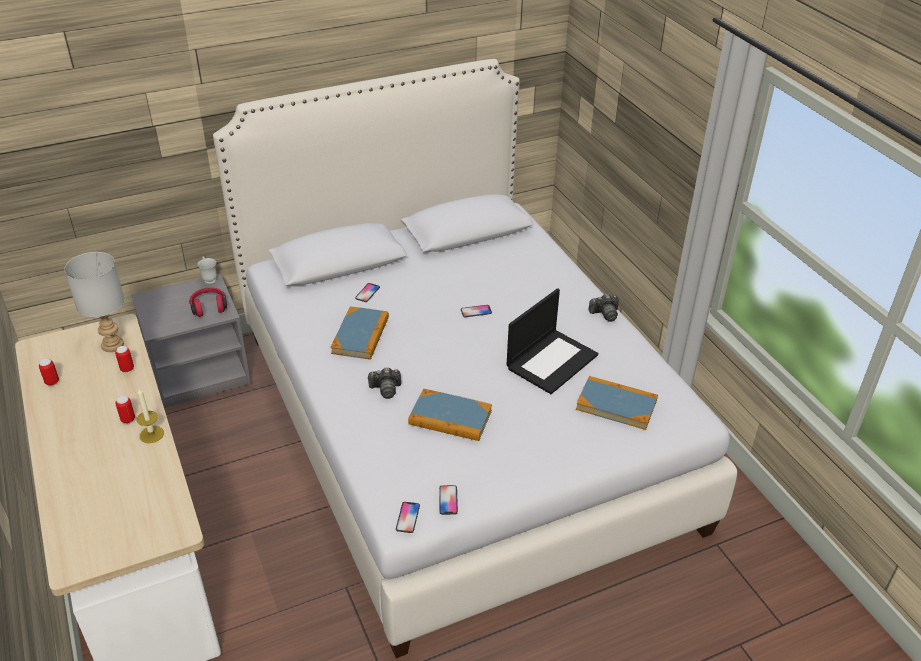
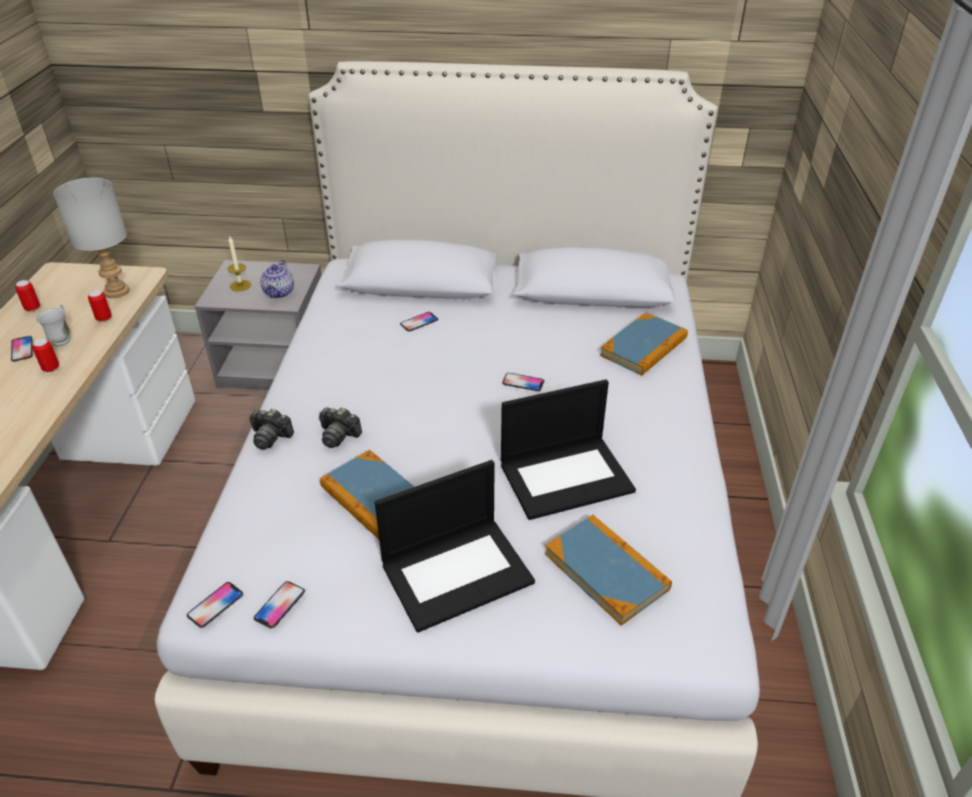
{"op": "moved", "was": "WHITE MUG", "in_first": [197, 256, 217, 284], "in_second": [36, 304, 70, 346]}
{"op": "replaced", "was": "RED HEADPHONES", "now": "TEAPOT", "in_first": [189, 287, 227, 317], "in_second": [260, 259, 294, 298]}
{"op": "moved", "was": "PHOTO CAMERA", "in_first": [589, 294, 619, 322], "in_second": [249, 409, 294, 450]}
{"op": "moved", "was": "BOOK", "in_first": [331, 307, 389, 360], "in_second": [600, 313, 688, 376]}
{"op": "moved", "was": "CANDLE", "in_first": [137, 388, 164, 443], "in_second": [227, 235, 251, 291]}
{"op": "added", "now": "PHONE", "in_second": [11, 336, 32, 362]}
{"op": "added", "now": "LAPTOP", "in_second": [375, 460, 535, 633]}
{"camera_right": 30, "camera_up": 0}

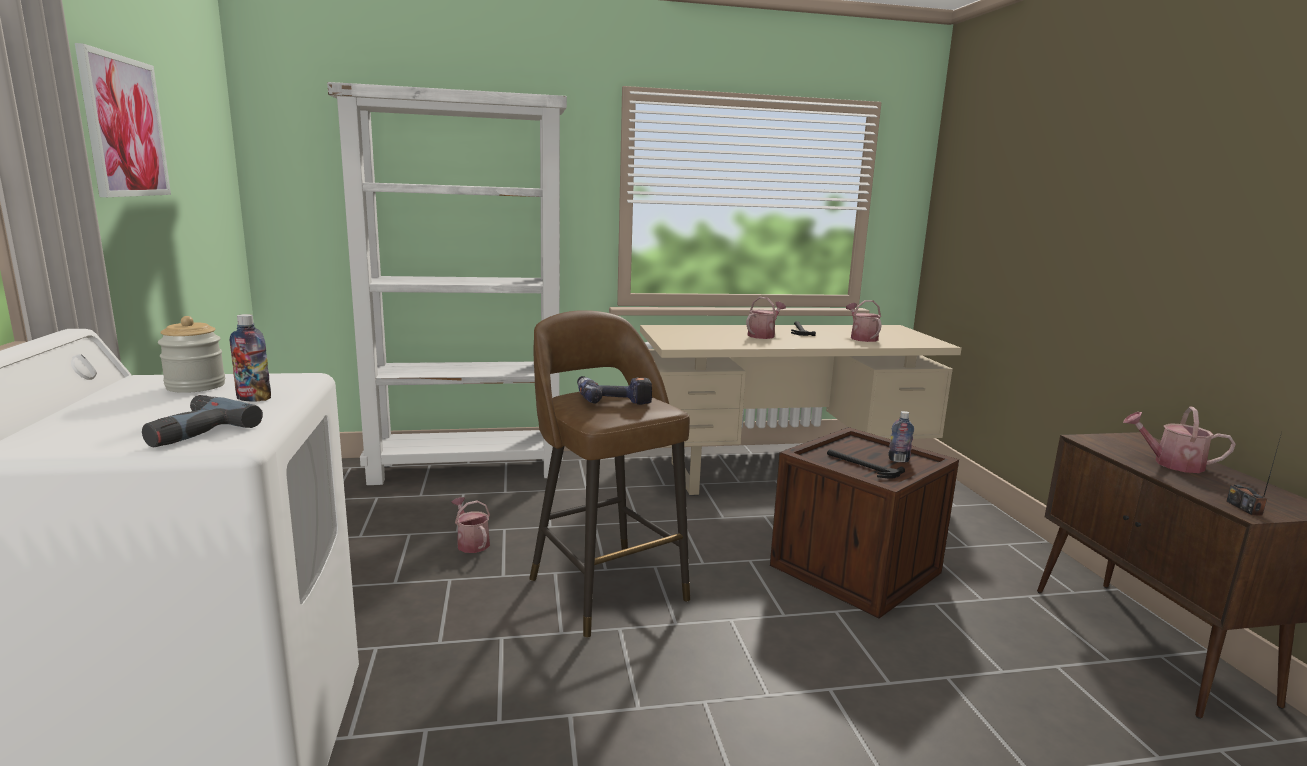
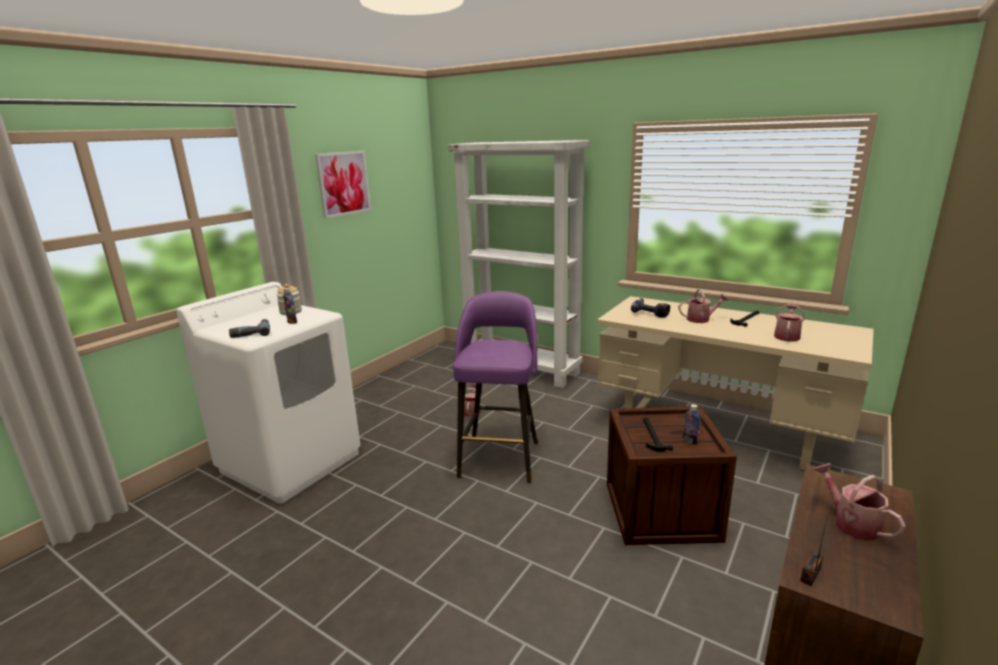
{"op": "recoloured", "was": "BROWN STOOL", "now": "PURPLE STOOL", "in_first": [529, 310, 690, 638], "in_second": [453, 291, 538, 483]}
{"op": "moved", "was": "POWER DRILL", "in_first": [577, 376, 652, 405], "in_second": [631, 298, 670, 318]}
{"camera_right": 45, "camera_up": 5}

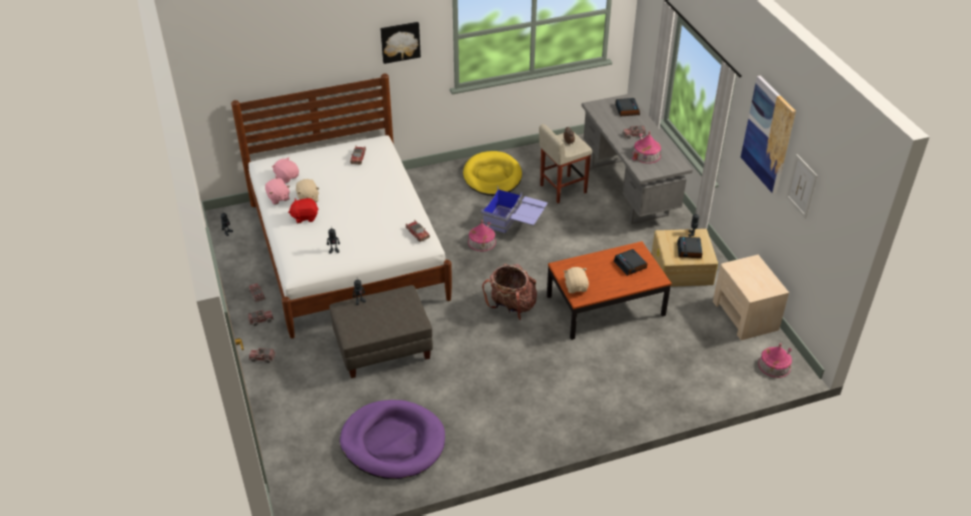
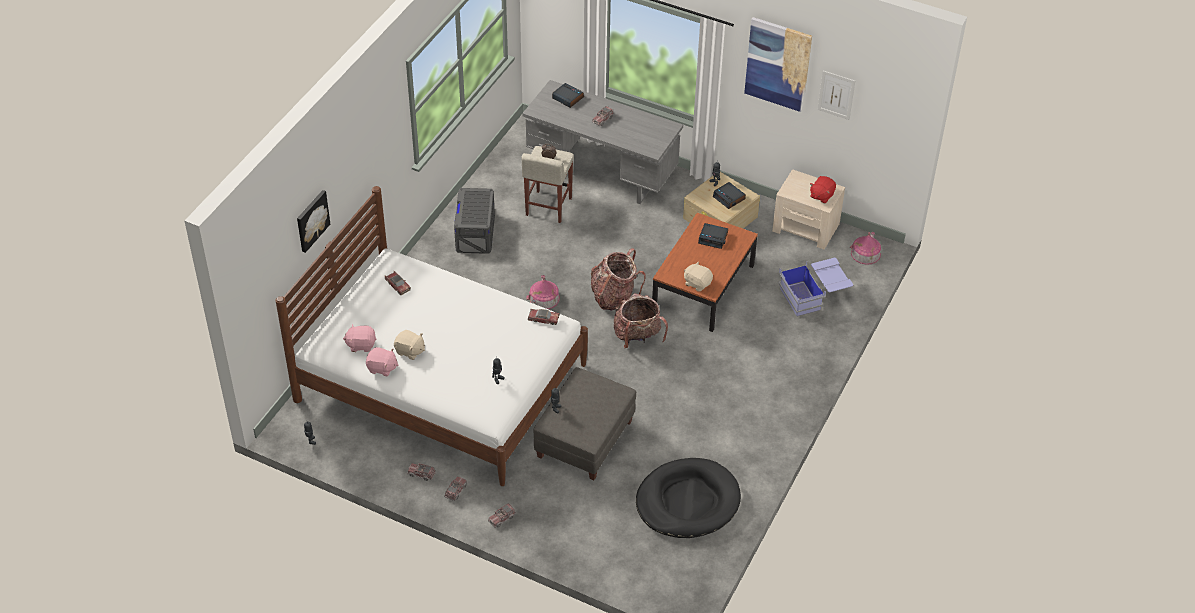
{"op": "moved", "was": "PICTURE", "in_first": [380, 22, 421, 64], "in_second": [297, 190, 330, 253]}
{"op": "removed", "was": "TOY HOUSE", "in_first": [632, 131, 661, 163]}
{"op": "replaced", "was": "YELLOW DOG BED", "now": "GREY STORAGE BOX", "in_first": [463, 151, 522, 196], "in_second": [454, 188, 495, 254]}
{"op": "moved", "was": "BLUE STORAGE BOX", "in_first": [481, 186, 548, 234], "in_second": [779, 258, 853, 317]}
{"op": "moved", "was": "RED PLUSH TOY", "in_first": [288, 198, 319, 223], "in_second": [810, 176, 836, 203]}
{"op": "recoloured", "was": "PURPLE DOG BED", "now": "BLACK DOG BED", "in_first": [340, 400, 445, 479], "in_second": [636, 458, 741, 538]}
{"op": "added", "now": "BACKPACK", "in_second": [591, 248, 646, 311]}
{"camera_right": -45, "camera_up": 5}

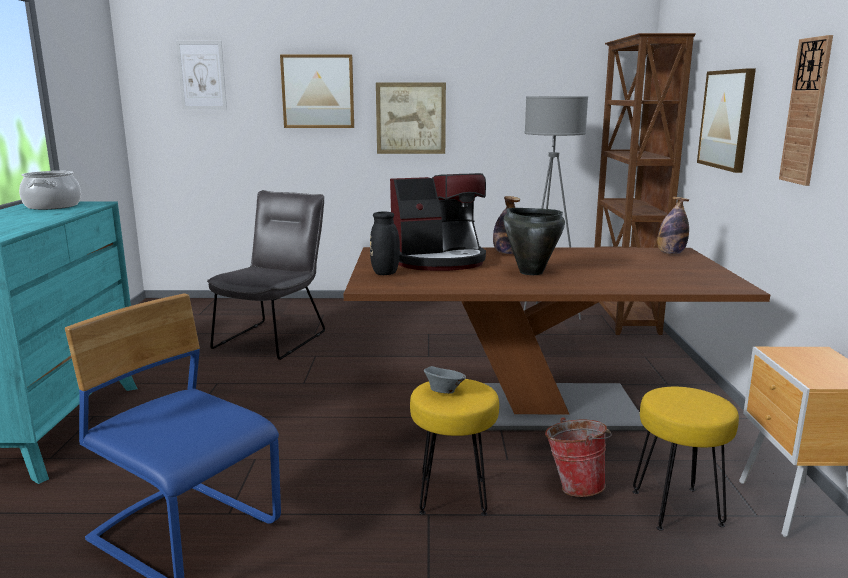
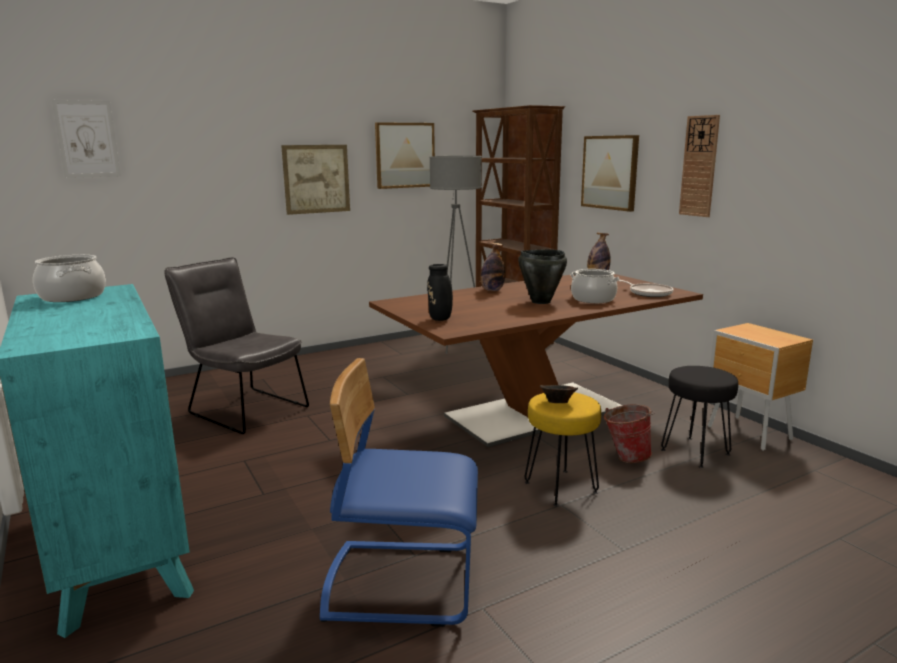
{"op": "moved", "was": "PICTURE", "in_first": [280, 55, 354, 128], "in_second": [375, 122, 435, 189]}
{"op": "removed", "was": "COFFEE MACHINE", "in_first": [390, 173, 486, 271]}
{"op": "turned", "was": "GREY CHAIR", "in_first": [207, 190, 325, 360], "in_second": [164, 257, 309, 434], "clockwise": -45}
{"op": "recoloured", "was": "GREY BOWL", "now": "BROWN BOWL", "in_first": [424, 366, 466, 394], "in_second": [540, 385, 578, 403]}
{"op": "recoloured", "was": "YELLOW STOOL", "now": "BLACK STOOL", "in_first": [633, 387, 739, 531], "in_second": [661, 366, 738, 468]}
{"op": "added", "now": "COOKING POT", "in_second": [571, 269, 620, 303]}
{"op": "added", "now": "FRYING PAN", "in_second": [618, 280, 673, 297]}
{"camera_right": -30, "camera_up": 0}

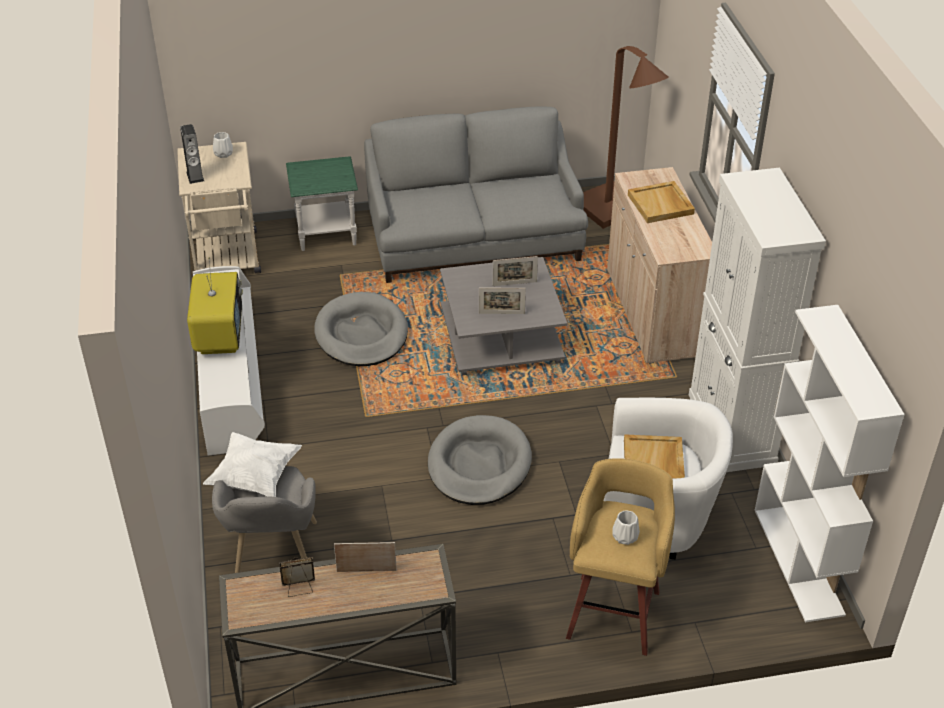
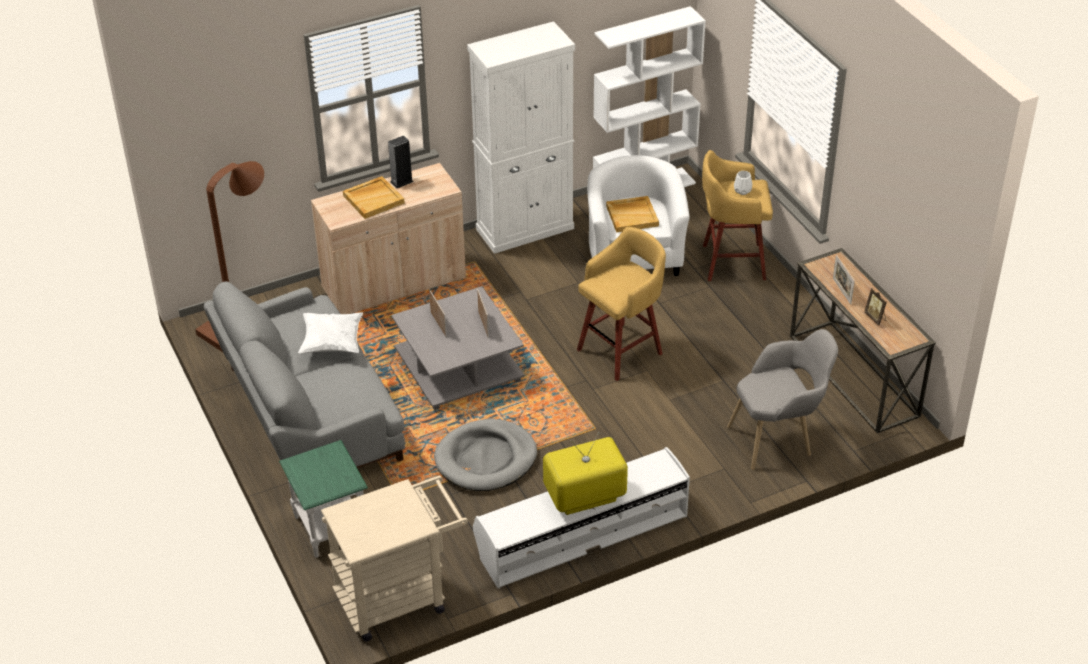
{"op": "moved", "was": "SPEAKER", "in_first": [180, 124, 204, 184], "in_second": [388, 136, 413, 189]}
{"op": "removed", "was": "WHITE VASE", "in_first": [213, 132, 233, 158]}
{"op": "replaced", "was": "GREY DOG BED", "now": "YELLOW STOOL", "in_first": [428, 415, 532, 505], "in_second": [577, 227, 666, 381]}
{"op": "moved", "was": "WHITE PILLOW", "in_first": [203, 432, 302, 497], "in_second": [298, 312, 363, 353]}
{"camera_right": -105, "camera_up": 0}

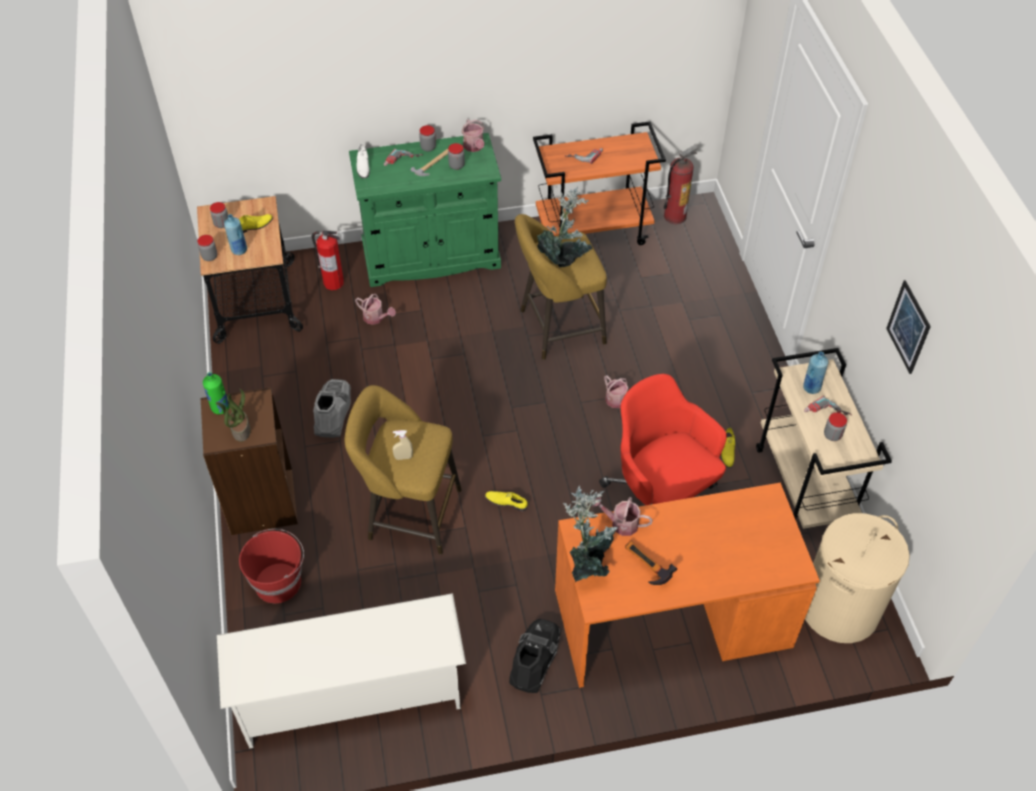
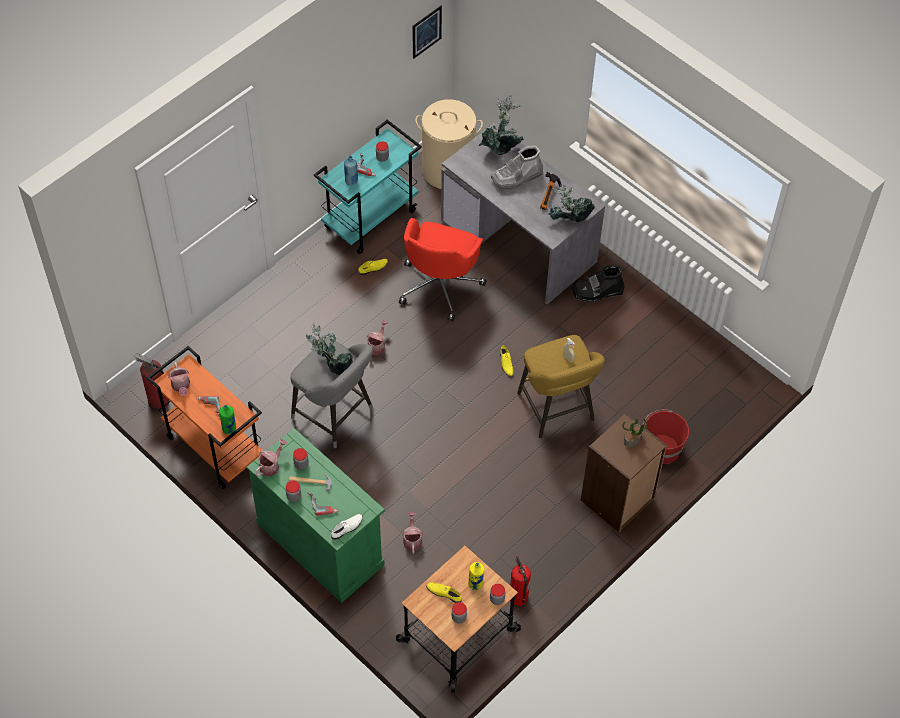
{"op": "recoloured", "was": "BLUE BOTTLE", "now": "YELLOW BOTTLE", "in_first": [224, 214, 247, 255], "in_second": [468, 562, 485, 590]}
{"op": "recoloured", "was": "YELLOW STOOL", "now": "GREY STOOL", "in_first": [515, 214, 607, 360], "in_second": [290, 338, 373, 448]}
{"op": "moved", "was": "FIRE EXTINGUISHER", "in_first": [311, 231, 344, 290], "in_second": [510, 556, 531, 606]}
{"op": "moved", "was": "PICTURE", "in_first": [886, 280, 931, 374], "in_second": [412, 6, 442, 59]}
{"op": "recoloured", "was": "BEIGE CART", "now": "TURQUOISE CART", "in_first": [756, 348, 892, 529], "in_second": [314, 120, 422, 254]}
{"op": "moved", "was": "GREEN BOTTLE", "in_first": [203, 372, 229, 414], "in_second": [219, 405, 236, 434]}
{"op": "moved", "was": "GREY BOOT", "in_first": [313, 379, 351, 438], "in_second": [491, 146, 543, 189]}
{"op": "recoloured", "was": "ORANGE DESK", "now": "GREY DESK", "in_first": [555, 482, 820, 688], "in_second": [441, 123, 605, 304]}
{"op": "moved", "was": "WATERING CAN", "in_first": [592, 497, 653, 536], "in_second": [168, 362, 190, 396]}
{"op": "removed", "was": "WHITE SHOE RACK", "in_first": [217, 593, 466, 749]}
{"op": "added", "now": "POTTED PLANT", "in_second": [479, 95, 524, 155]}
{"camera_right": -125, "camera_up": 5}

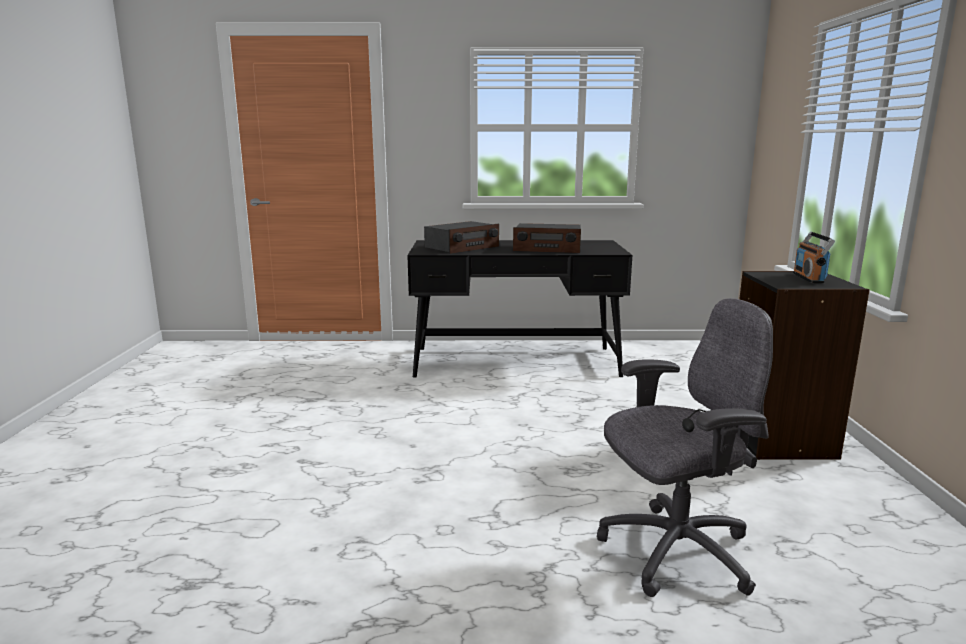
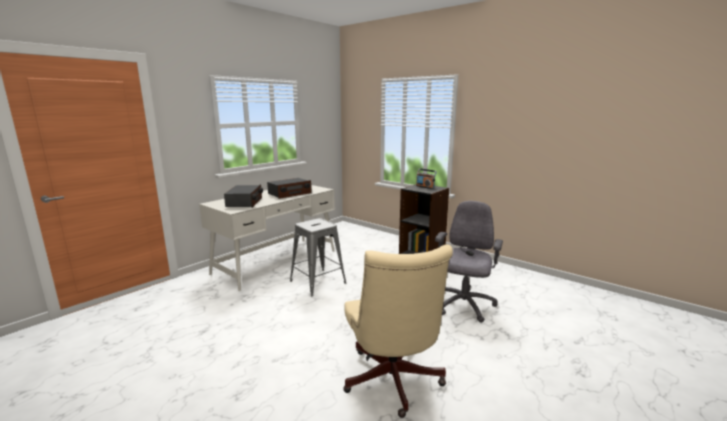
{"op": "recoloured", "was": "BLACK DESK", "now": "WHITE DESK", "in_first": [407, 240, 632, 378], "in_second": [199, 185, 335, 291]}
{"op": "added", "now": "GREY STOOL", "in_second": [290, 218, 346, 296]}
{"op": "added", "now": "BEIGE OFFICE CHAIR", "in_second": [343, 245, 453, 418]}
{"camera_right": -50, "camera_up": 0}

